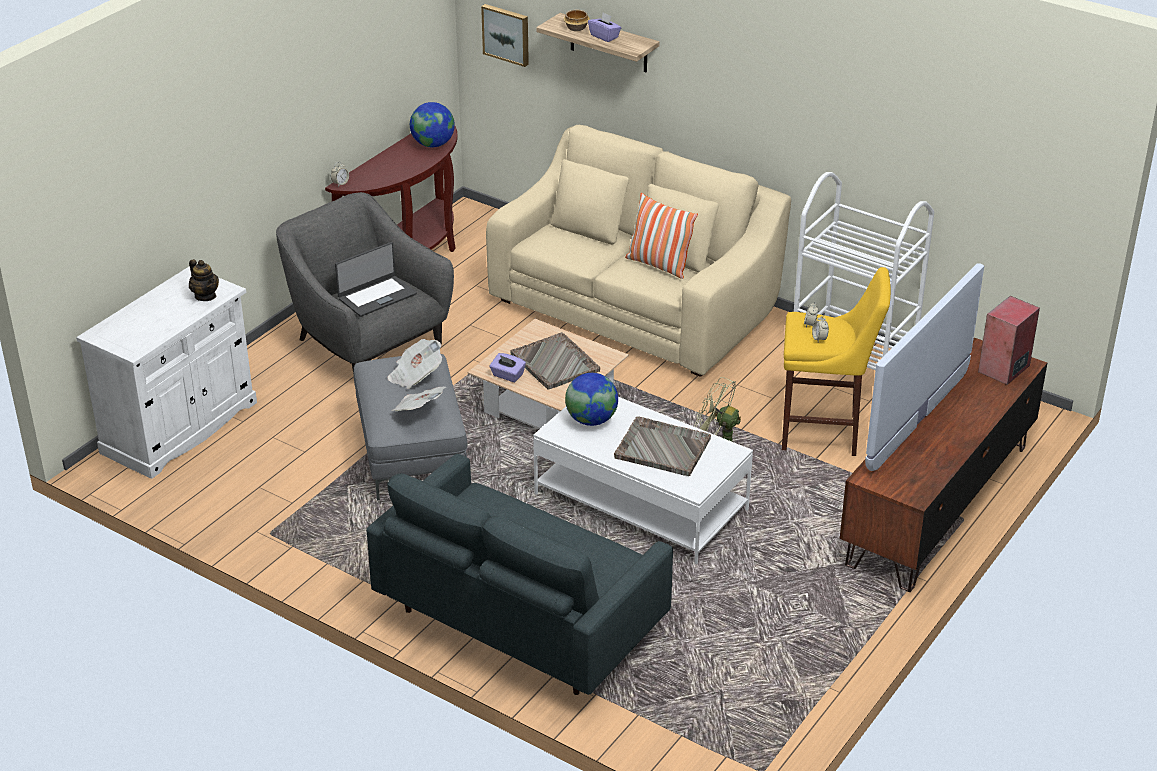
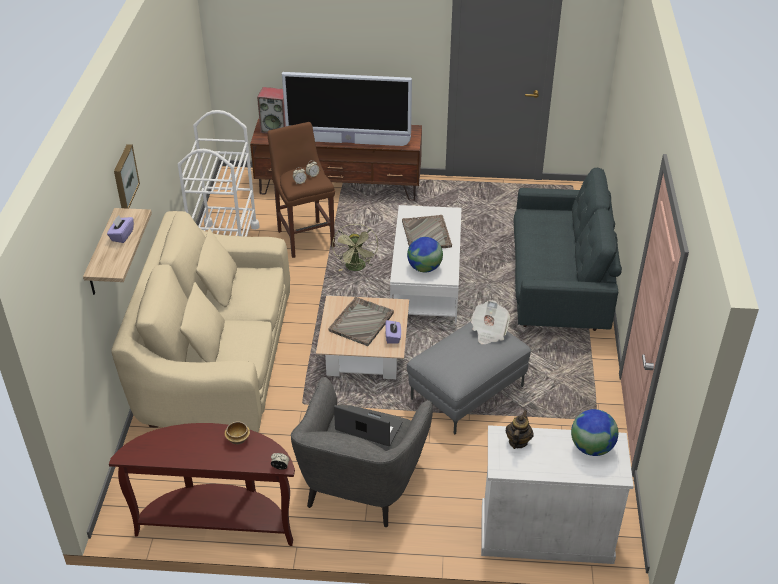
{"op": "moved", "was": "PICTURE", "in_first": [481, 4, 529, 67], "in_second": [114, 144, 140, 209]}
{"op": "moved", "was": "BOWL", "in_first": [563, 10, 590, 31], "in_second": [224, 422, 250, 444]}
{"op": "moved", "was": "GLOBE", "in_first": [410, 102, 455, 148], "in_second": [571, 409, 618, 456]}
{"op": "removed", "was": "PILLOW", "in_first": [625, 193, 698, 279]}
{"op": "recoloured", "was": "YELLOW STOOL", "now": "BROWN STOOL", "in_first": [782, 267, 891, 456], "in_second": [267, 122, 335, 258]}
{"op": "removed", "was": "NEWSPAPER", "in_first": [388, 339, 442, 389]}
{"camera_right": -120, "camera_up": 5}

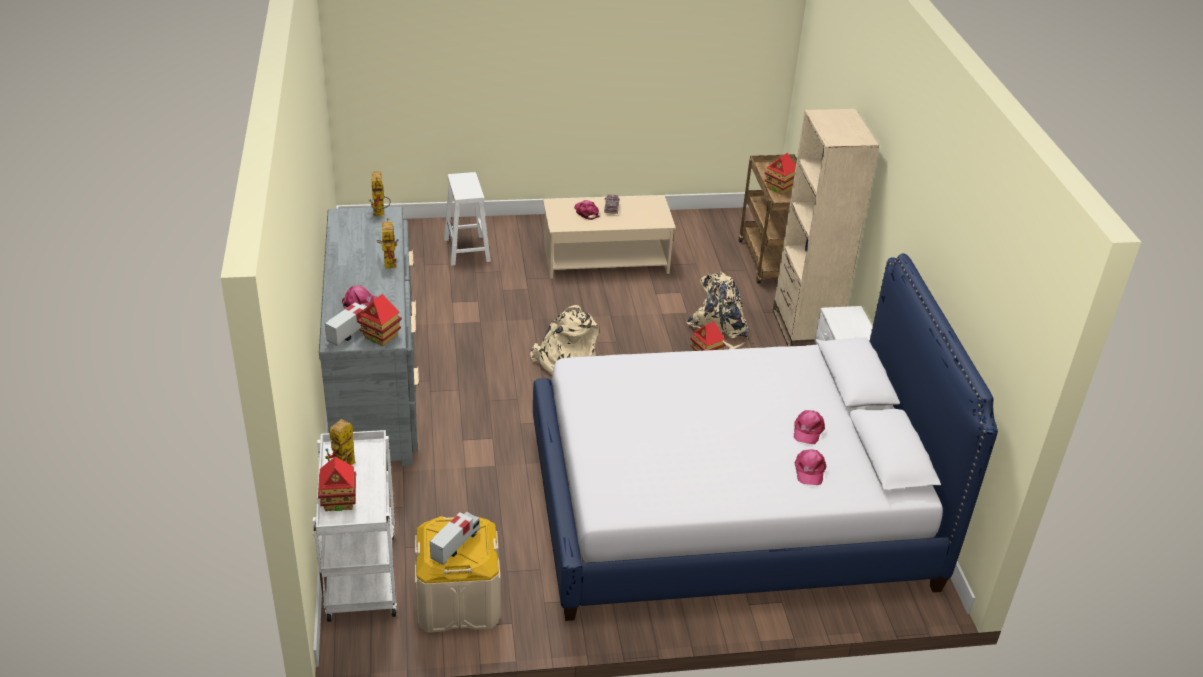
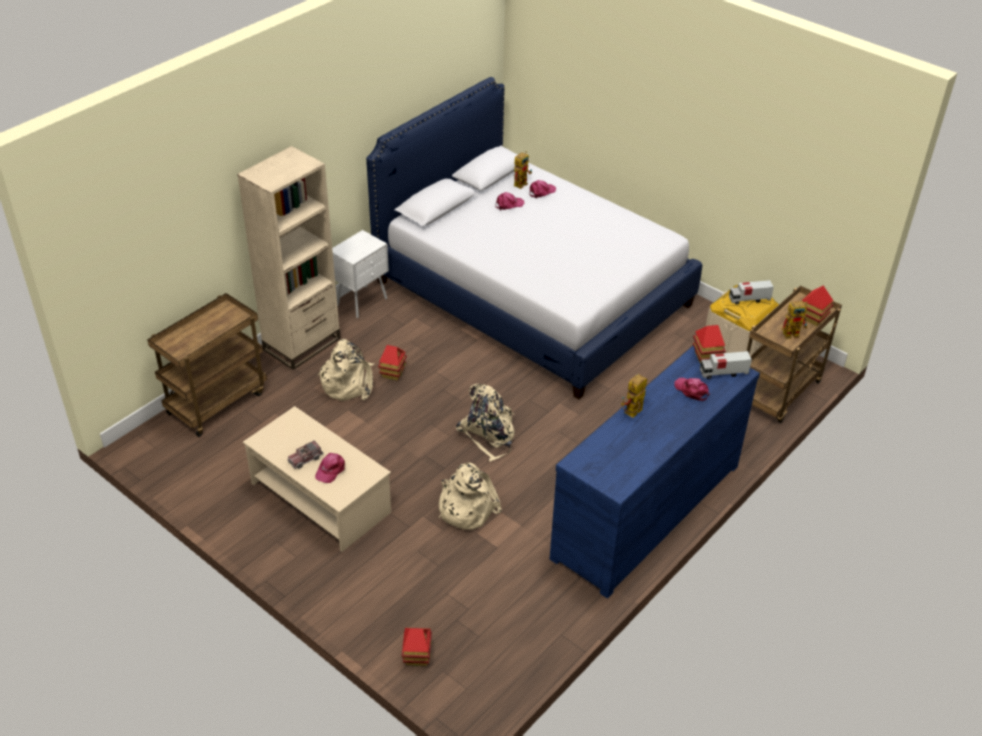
{"op": "moved", "was": "TOY HOUSE", "in_first": [764, 153, 796, 195], "in_second": [402, 628, 432, 666]}
{"op": "moved", "was": "TOY ROBOT", "in_first": [369, 172, 391, 217], "in_second": [514, 151, 532, 189]}
{"op": "removed", "was": "WHITE STOOL", "in_first": [444, 172, 491, 266]}
{"op": "recoloured", "was": "GREY DRESSER", "now": "BLUE DRESSER", "in_first": [319, 207, 419, 466], "in_second": [550, 346, 760, 598]}
{"op": "recoloured", "was": "WHITE CART", "now": "BROWN CART", "in_first": [313, 430, 397, 622], "in_second": [747, 285, 842, 423]}
{"op": "added", "now": "BEIGE BACKPACK", "in_second": [438, 463, 502, 530]}
{"camera_right": -130, "camera_up": 5}

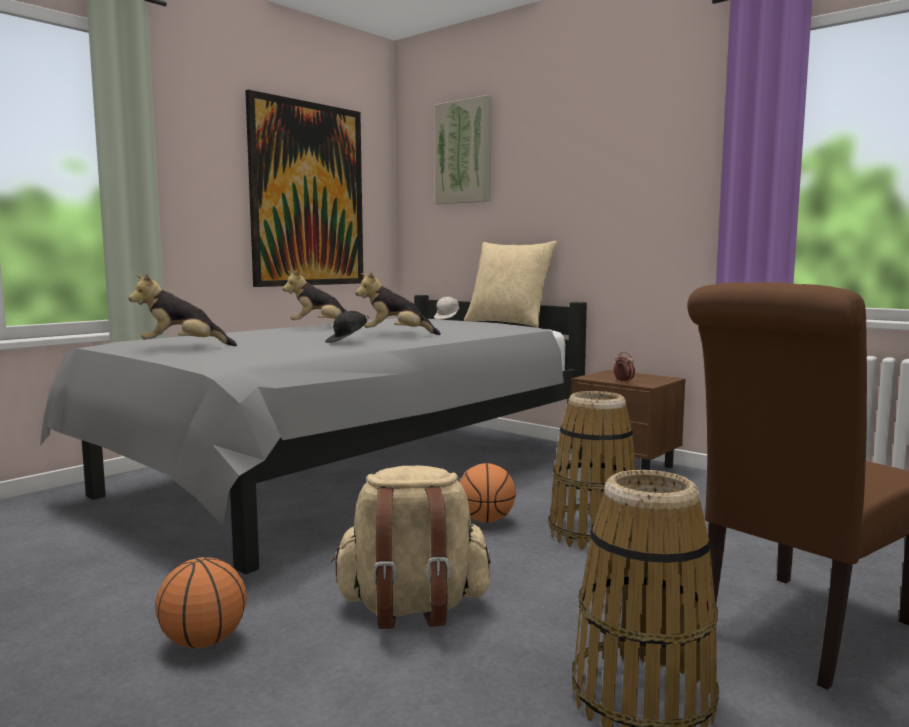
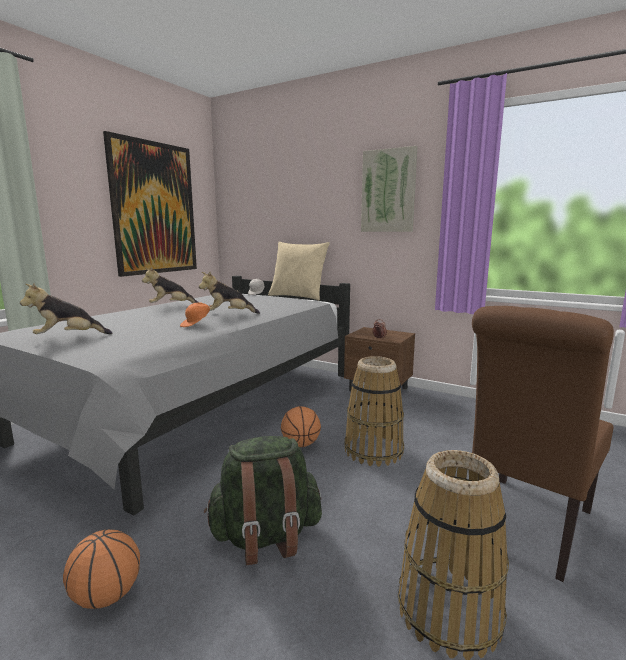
{"op": "moved", "was": "PICTURE", "in_first": [435, 95, 492, 204], "in_second": [361, 146, 417, 232]}
{"op": "recoloured", "was": "BLACK CAP", "now": "ORANGE CAP", "in_first": [325, 311, 369, 343], "in_second": [180, 303, 211, 327]}
{"op": "recoloured", "was": "BEIGE BACKPACK", "now": "GREEN BACKPACK", "in_first": [331, 466, 491, 629], "in_second": [204, 436, 322, 565]}
{"camera_right": -10, "camera_up": 5}

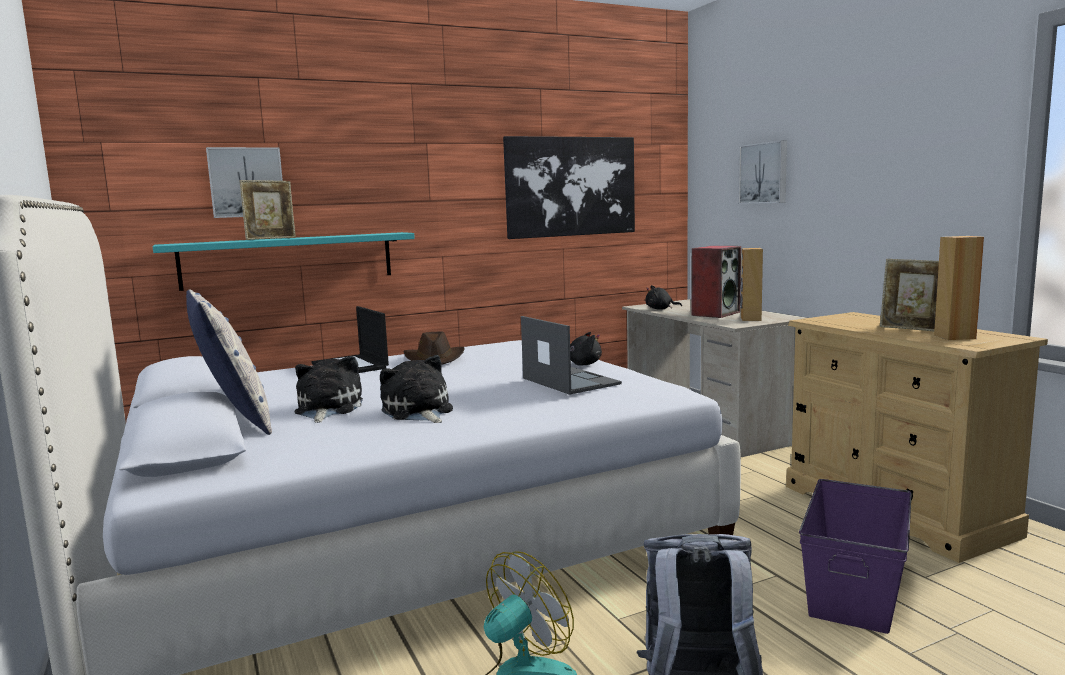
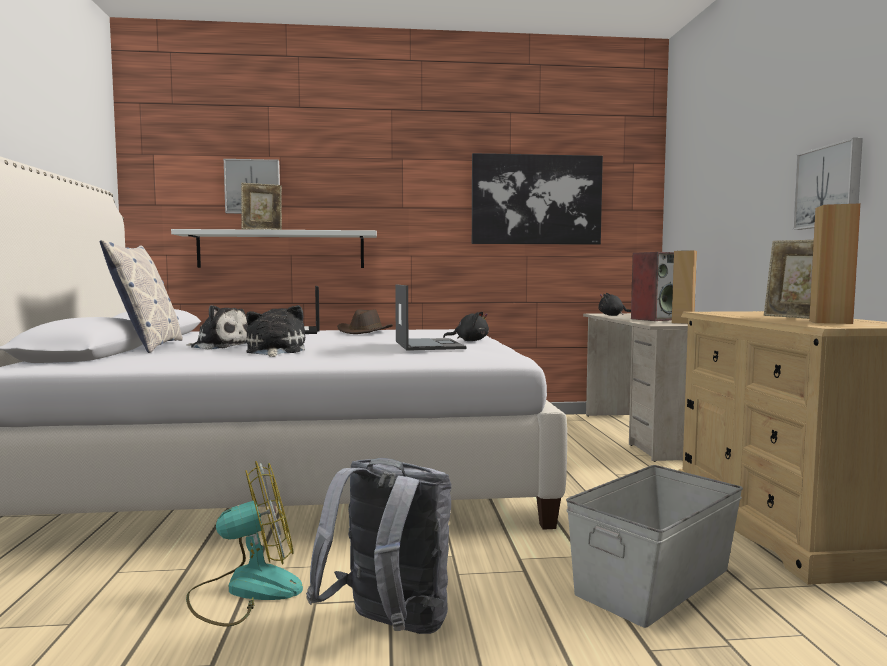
{"op": "moved", "was": "PICTURE", "in_first": [738, 140, 787, 204], "in_second": [793, 138, 863, 230]}
{"op": "recoloured", "was": "TURQUOISE SHELF", "now": "WHITE SHELF", "in_first": [153, 232, 415, 291], "in_second": [171, 229, 377, 268]}
{"op": "turned", "was": "PLUSH TOY", "in_first": [295, 356, 363, 423], "in_second": [186, 305, 248, 350], "clockwise": 90}
{"op": "recoloured", "was": "PURPLE STORAGE BOX", "now": "GREY STORAGE BOX", "in_first": [799, 479, 912, 634], "in_second": [566, 465, 743, 628]}
{"camera_right": 20, "camera_up": -5}

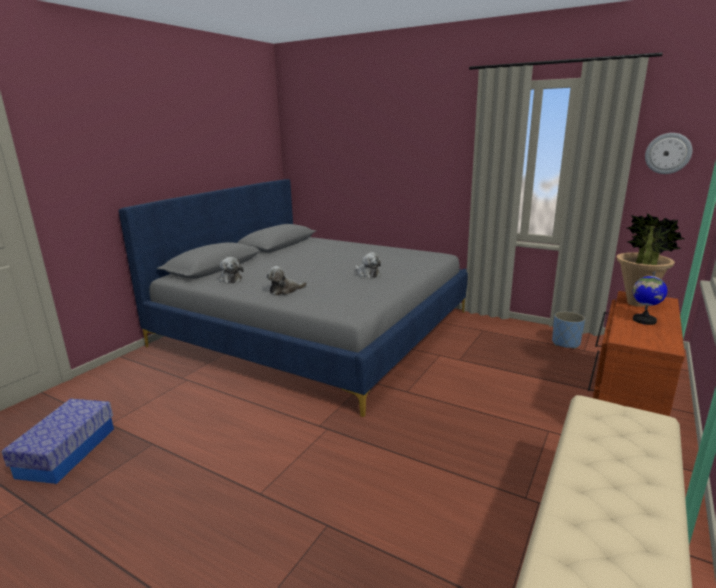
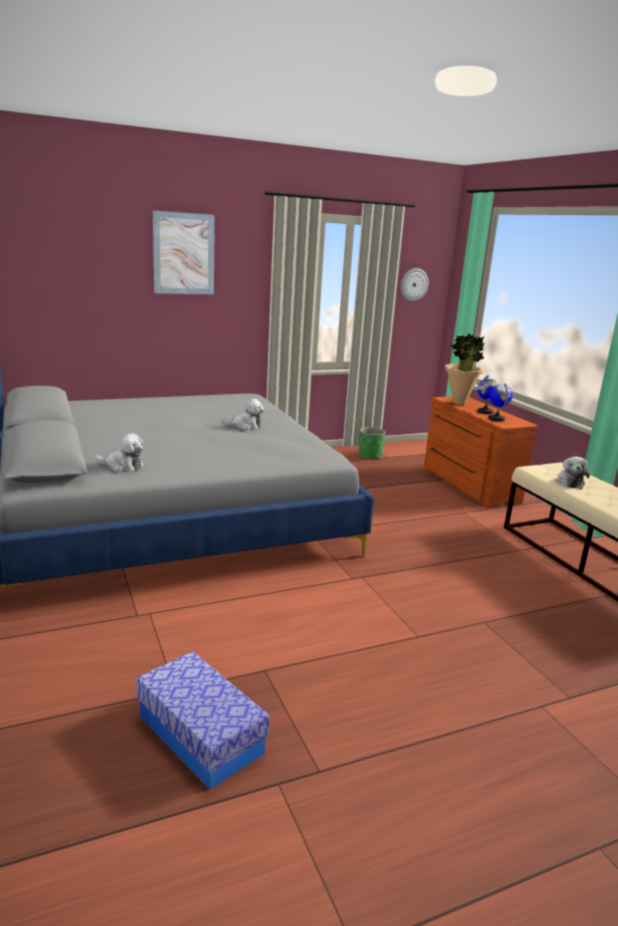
{"op": "moved", "was": "PLUSH TOY", "in_first": [266, 266, 307, 296], "in_second": [556, 456, 590, 489]}
{"op": "recoloured", "was": "BLUE PLANTER", "now": "GREEN PLANTER", "in_first": [552, 311, 585, 349], "in_second": [359, 427, 385, 460]}
{"op": "added", "now": "PICTURE", "in_second": [153, 211, 215, 294]}
{"op": "added", "now": "GLOBE", "in_second": [489, 383, 513, 421]}
{"camera_right": -55, "camera_up": 0}

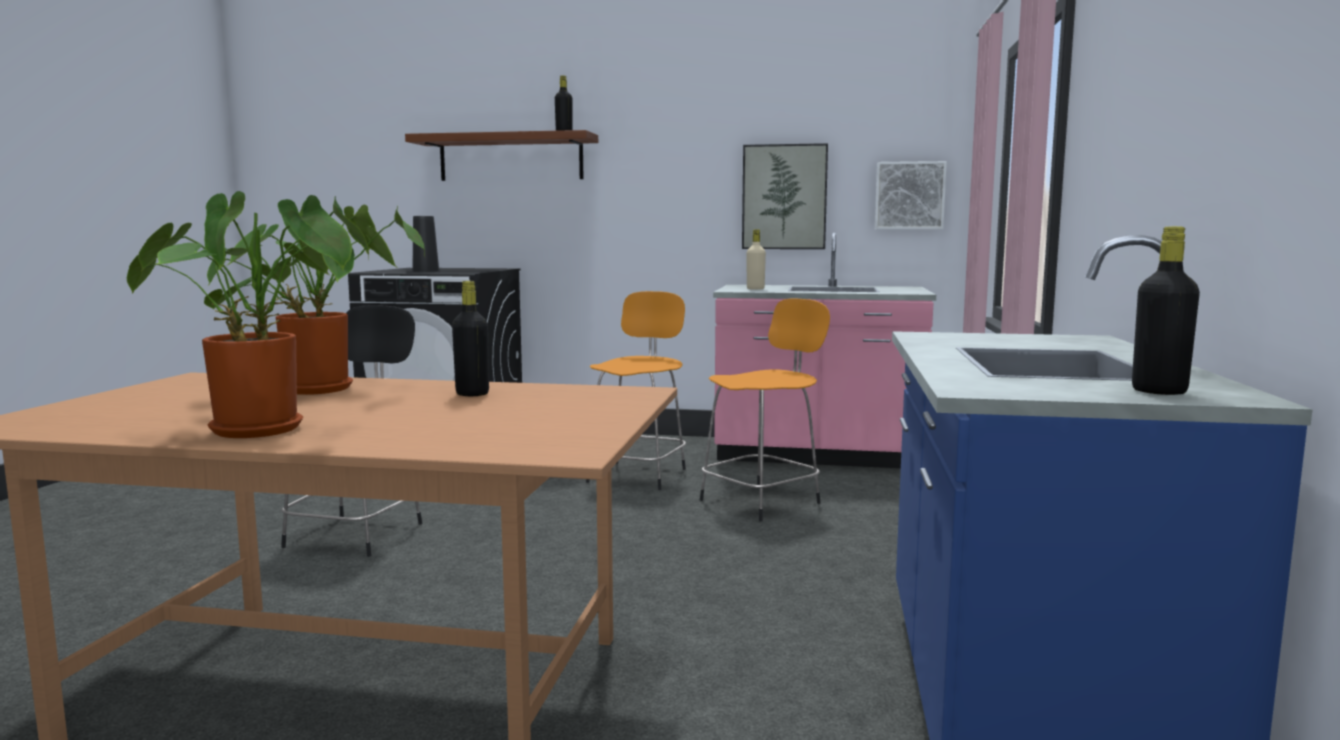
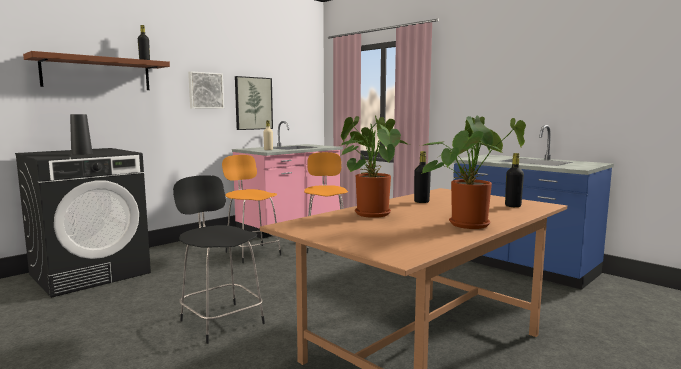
{"op": "moved", "was": "PICTURE", "in_first": [875, 161, 947, 229], "in_second": [188, 71, 224, 109]}
{"op": "moved", "was": "BLACK BOTTLE", "in_first": [1132, 226, 1200, 395], "in_second": [505, 153, 524, 207]}
{"camera_right": -55, "camera_up": 0}

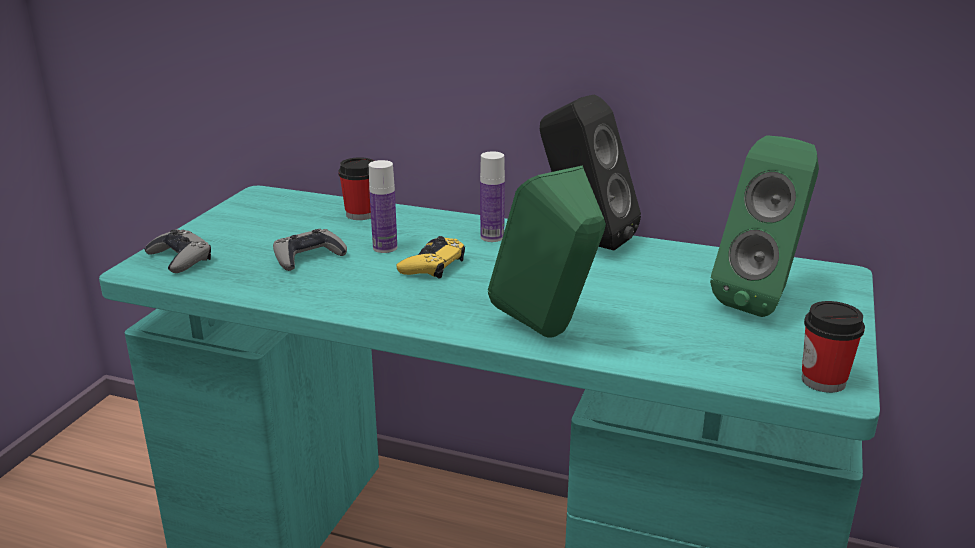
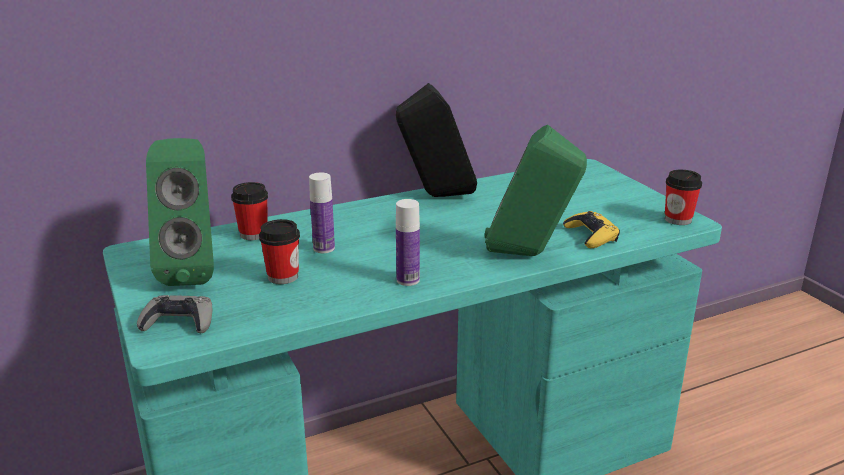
{"op": "moved", "was": "GREEN SPEAKER", "in_first": [710, 135, 819, 317], "in_second": [146, 138, 214, 286]}
{"op": "moved", "was": "BOTTLE", "in_first": [480, 151, 505, 242], "in_second": [396, 199, 420, 286]}
{"op": "replaced", "was": "GREY GAME CONTROLLER", "now": "CUP", "in_first": [273, 229, 347, 271], "in_second": [259, 219, 300, 284]}
{"op": "moved", "was": "YELLOW GAME CONTROLLER", "in_first": [396, 236, 465, 279], "in_second": [563, 211, 620, 248]}
{"camera_right": -45, "camera_up": 0}

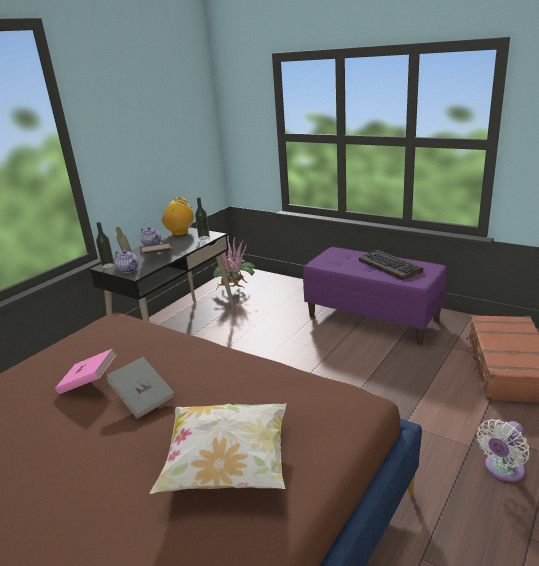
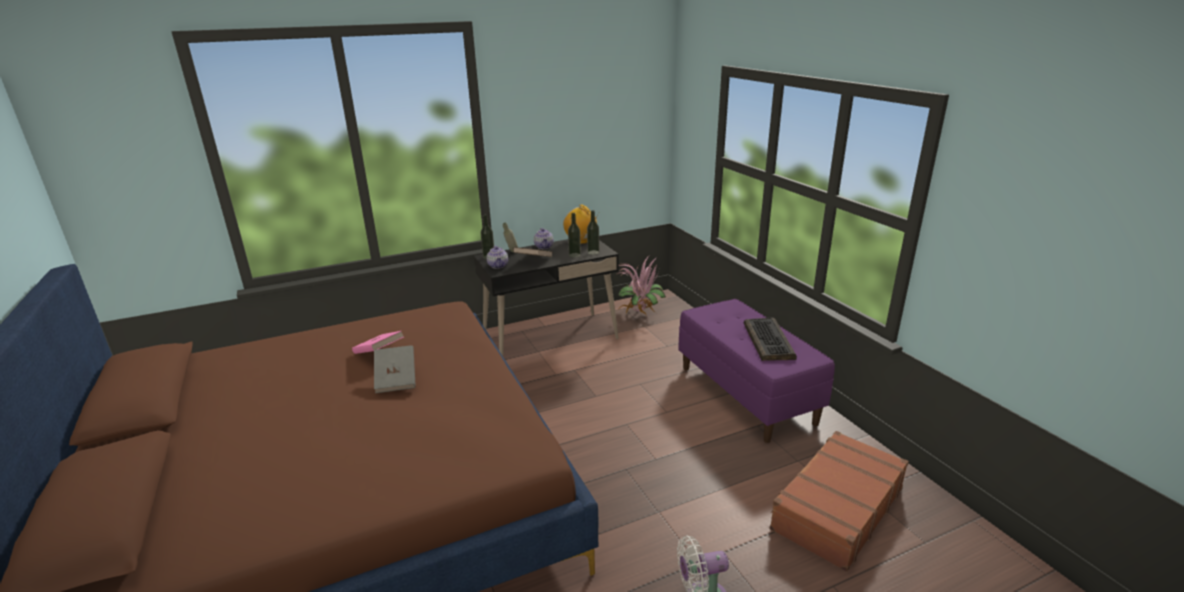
{"op": "removed", "was": "PILLOW", "in_first": [150, 403, 287, 494]}
{"op": "added", "now": "BOTTLE", "in_second": [568, 213, 581, 257]}
{"camera_right": 30, "camera_up": 0}

